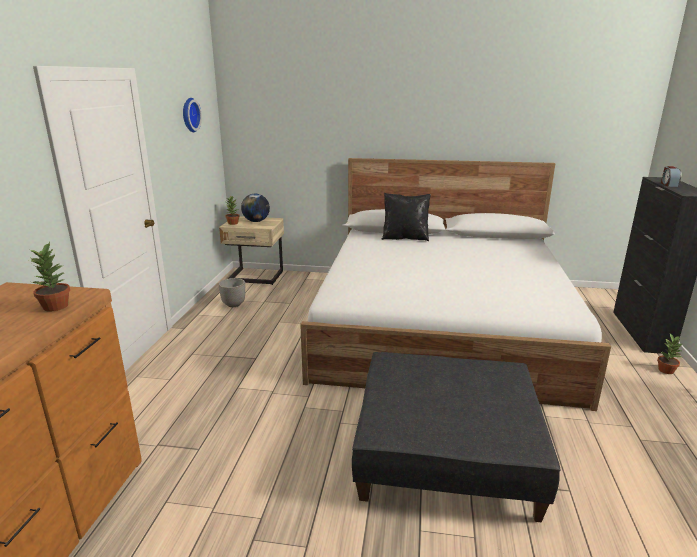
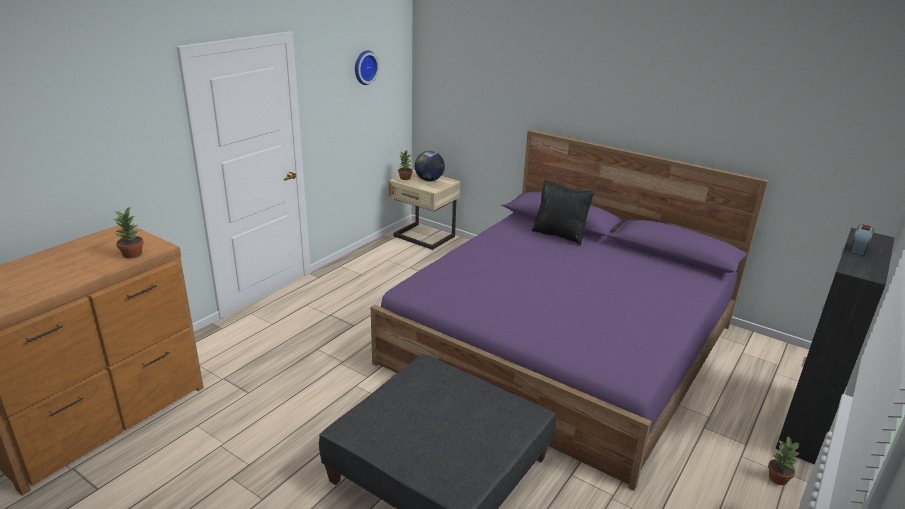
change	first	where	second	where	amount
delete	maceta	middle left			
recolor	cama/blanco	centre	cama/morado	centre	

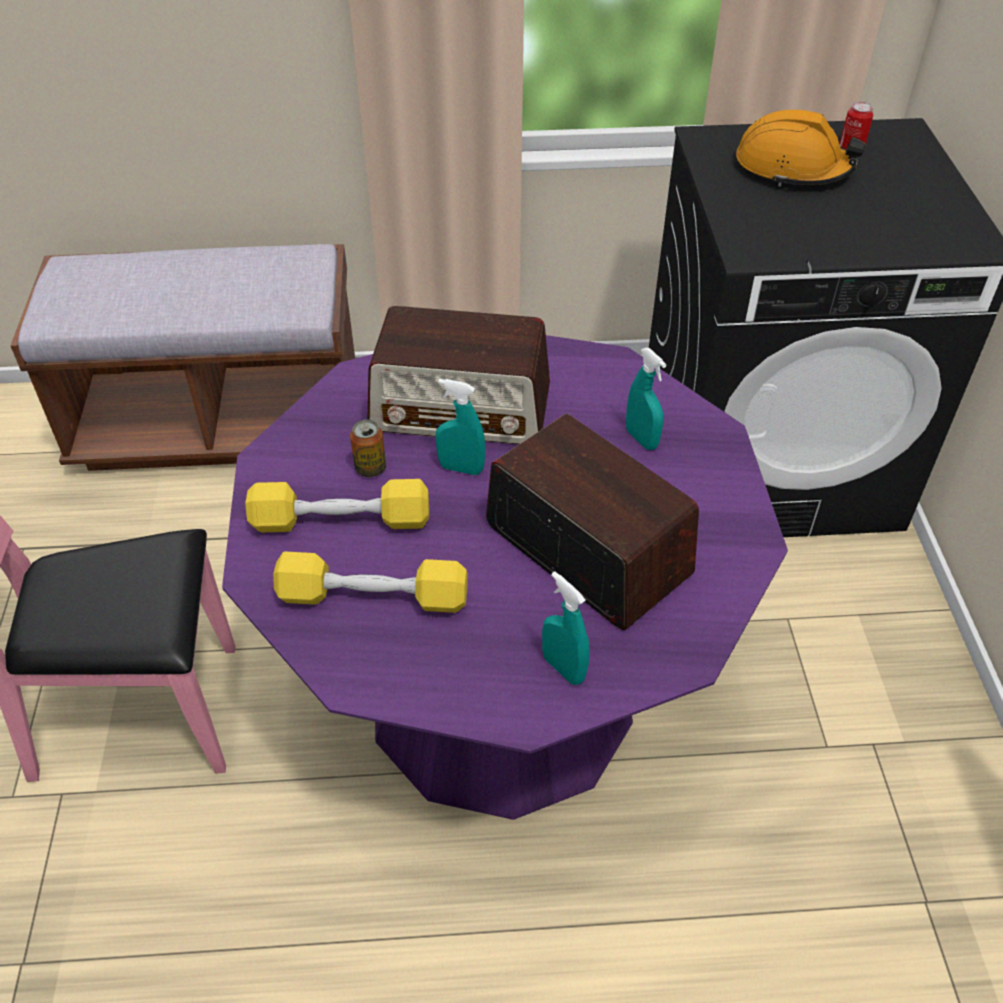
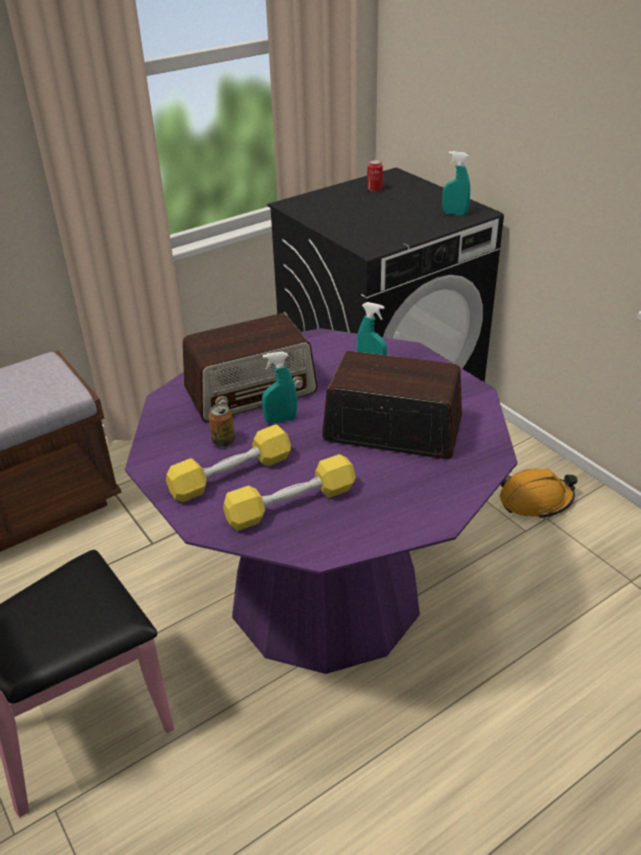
change	first	where	second	where	amount
move	pulverizador/turquesa (2nd from left in the first image)	centre	pulverizador/turquesa (3rd from left)	top right	
move	casco/naranja	top right		middle right	

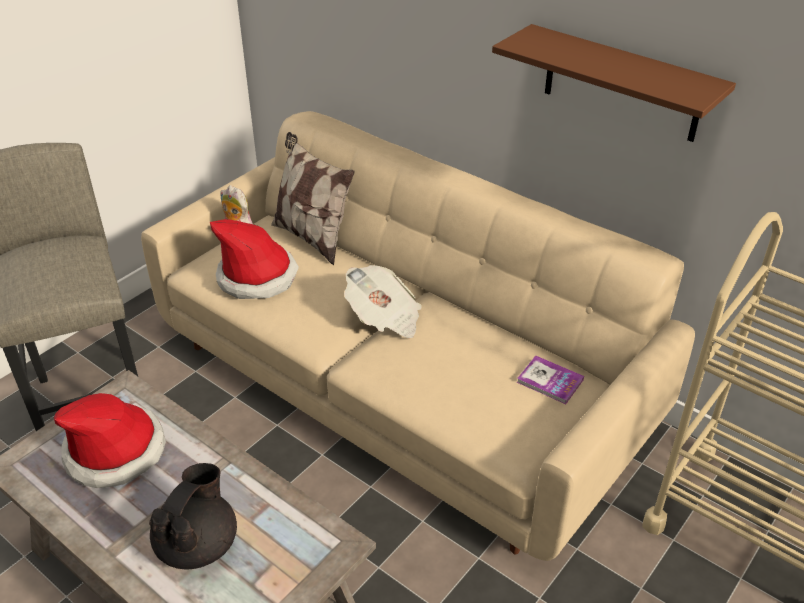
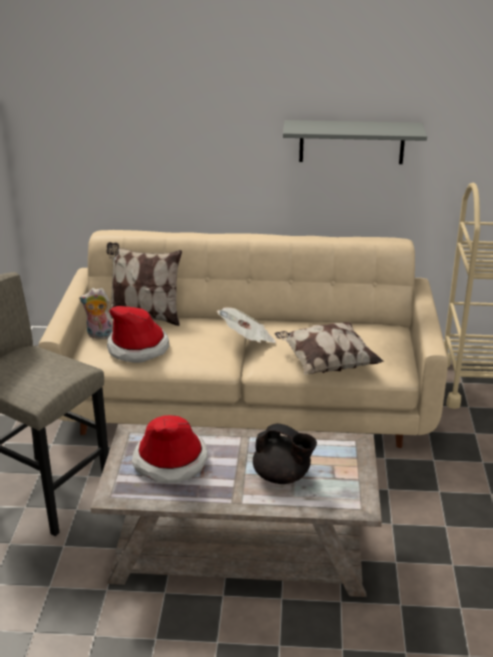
change	first	where	second	where	amount
delete	libro	middle right			
insert			cojín (2nd from left)	middle right	
recolor	estante/marrón	top right	estante/gris	top right	
rotate	tetera/negro	bottom left		bottom centre	135 degrees clockwise

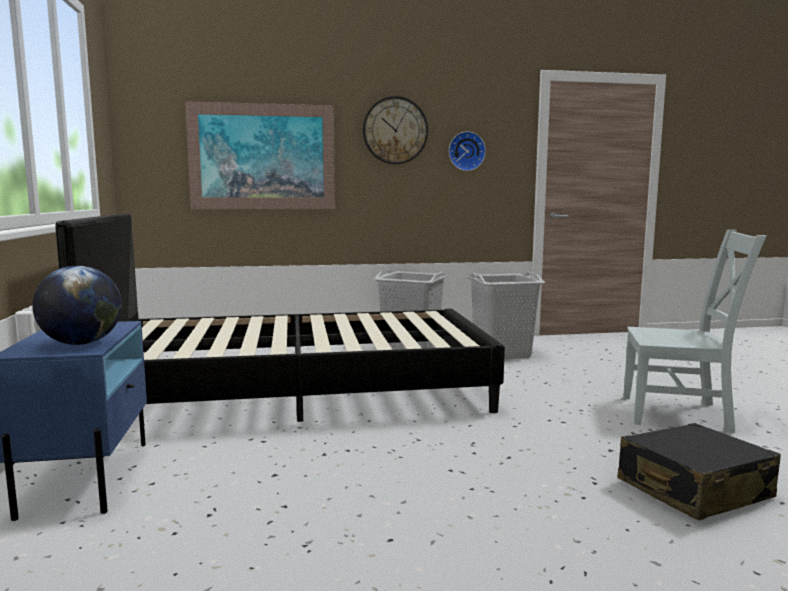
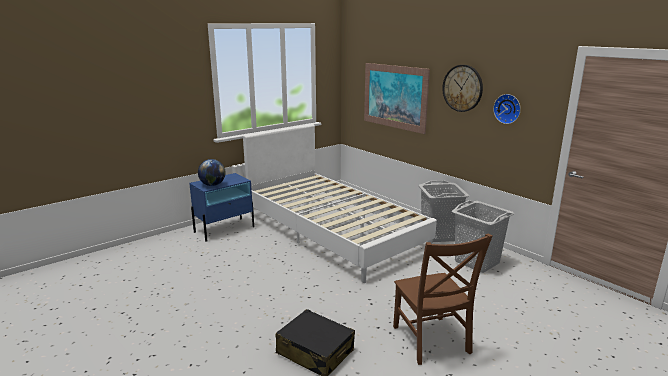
change	first	where	second	where	amount
recolor	cama/negro	centre	cama/blanco	centre	
recolor	silla/gris	middle right	silla/marrón	bottom centre	

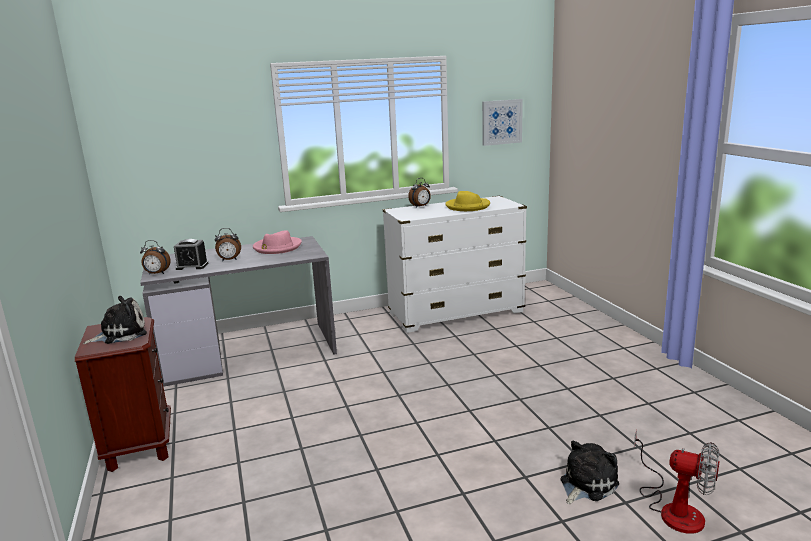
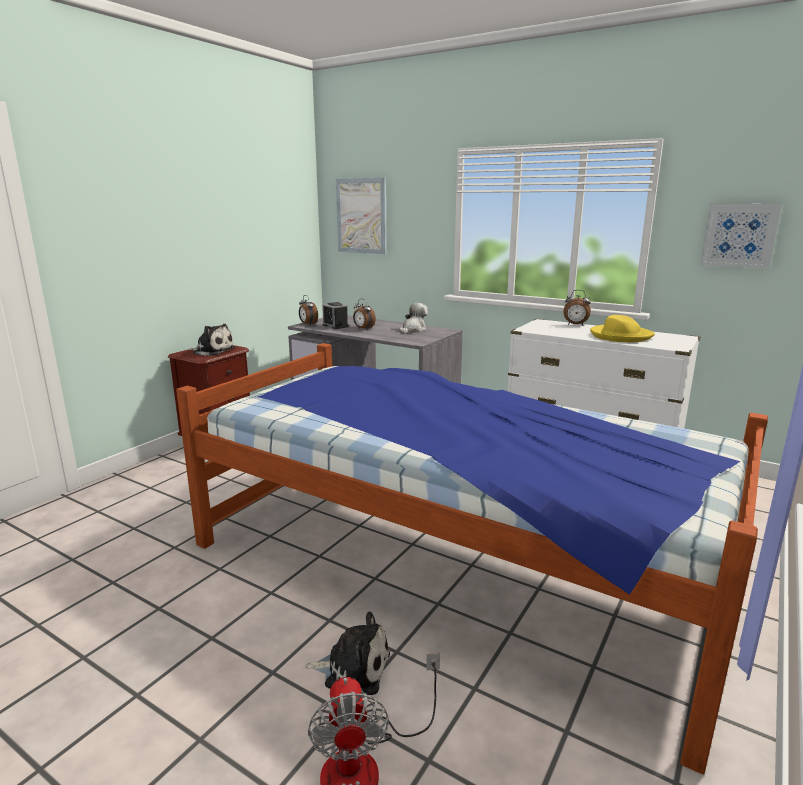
change	first	where	second	where	amount
insert			cama	bottom centre	
insert			cuadro (1st from left)	top centre	
replace	sombrero/rosa	centre	peluche (3rd from left)	centre	

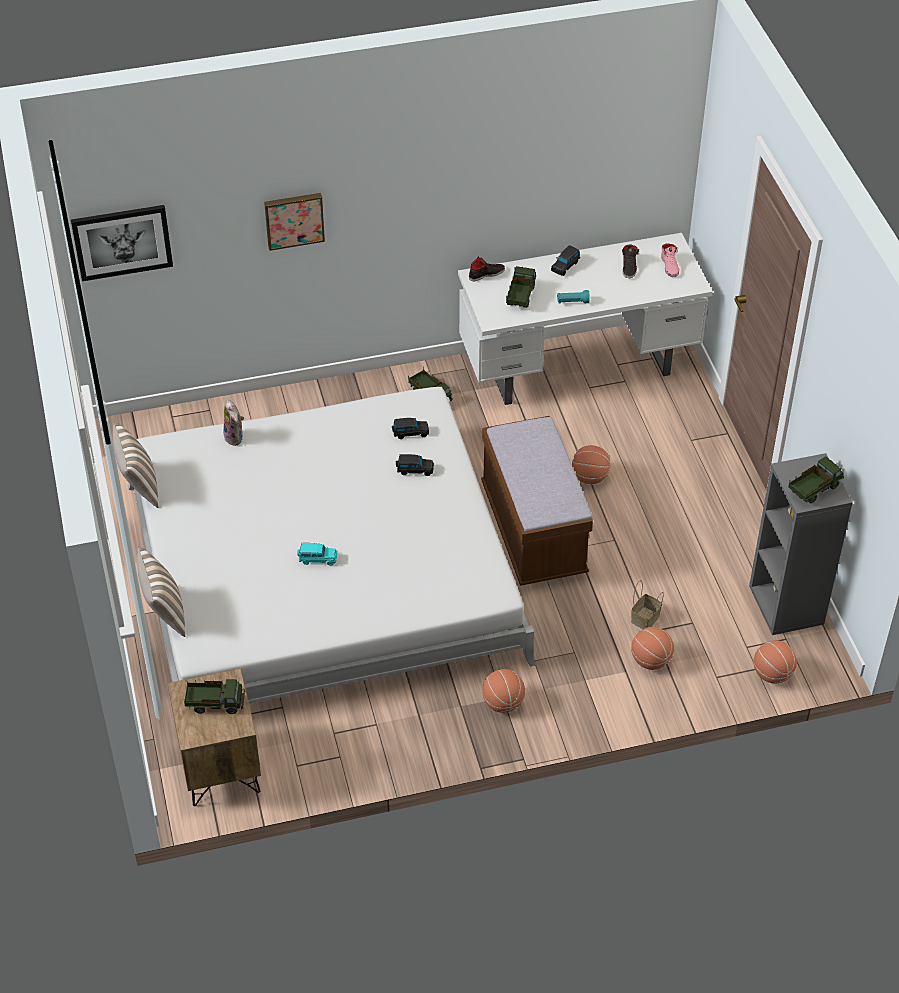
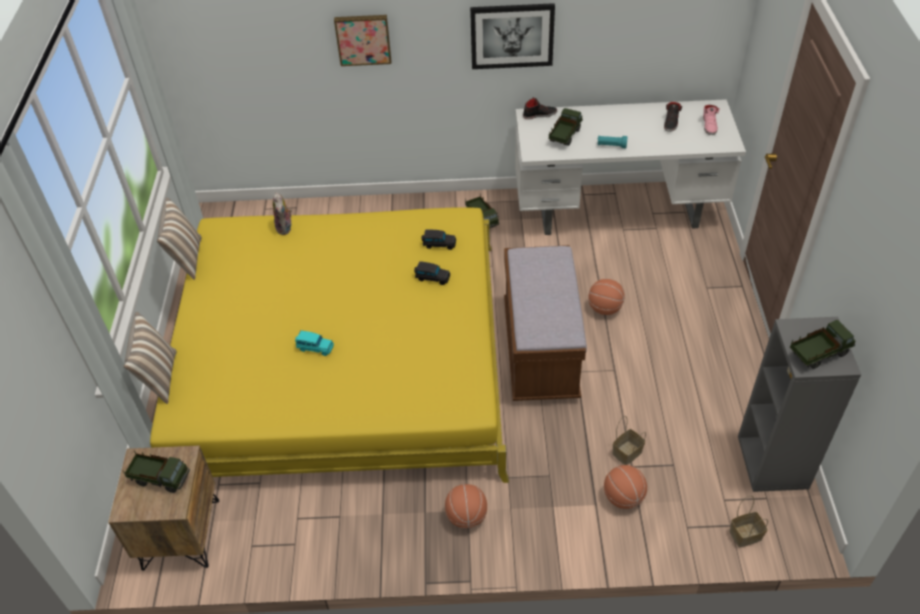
change	first	where	second	where	amount
delete	coche de juguete/negro (3rd from left)	top centre			
move	cuadro (1st from left in the first image)	top left	cuadro (2nd from left)	top centre	
replace	balón de baloncesto (4th from left)	bottom right	cesta (2nd from left)	bottom right	
recolor	cama/blanco	centre	cama/amarillo	centre	

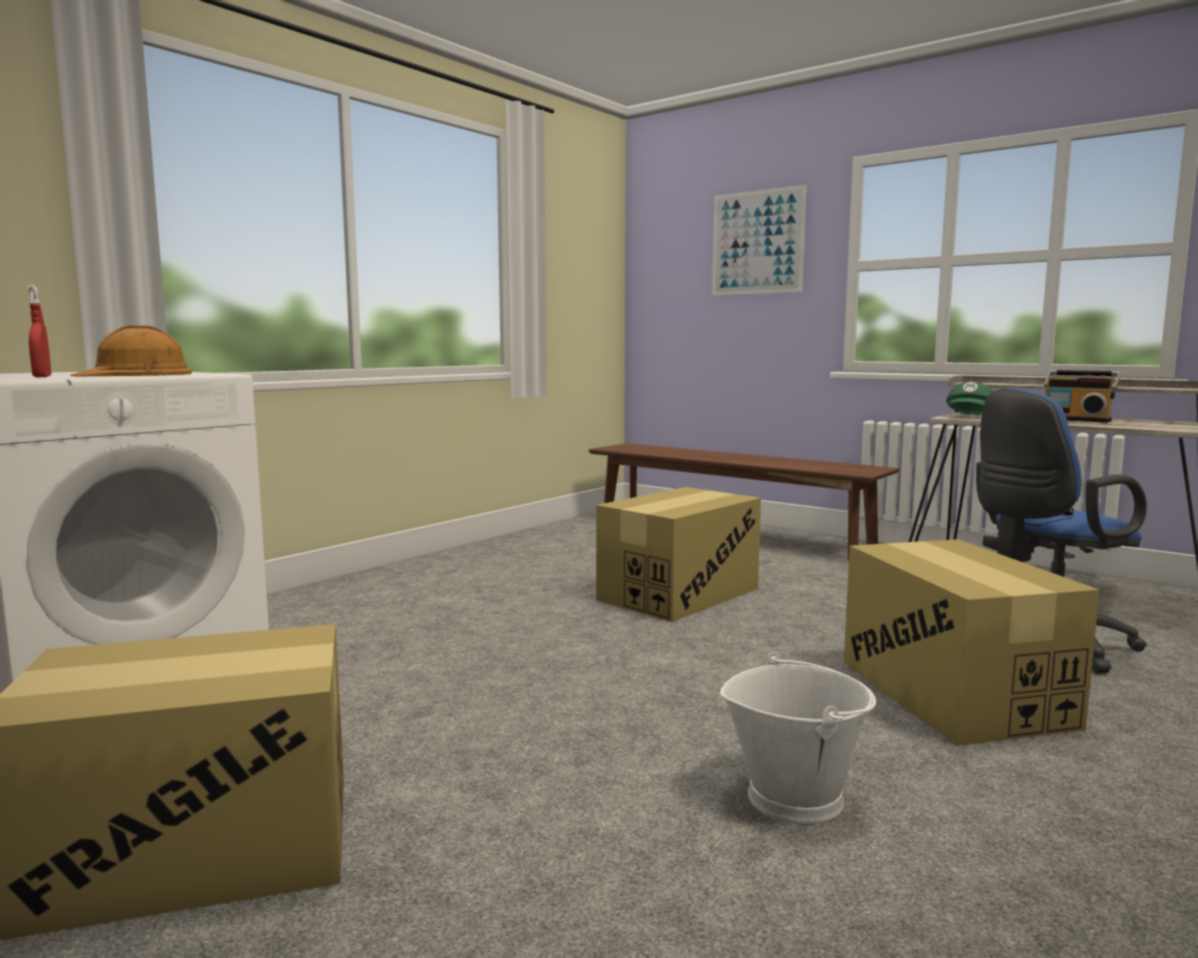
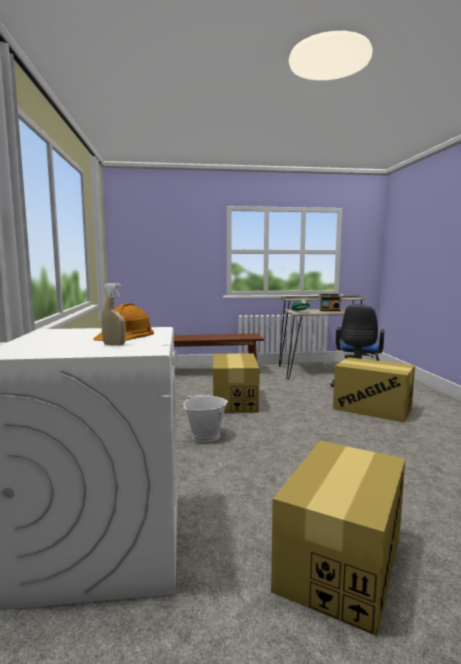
change	first	where	second	where	amount
delete	cuadro	top centre			
move	cubo/blanco	bottom centre		centre	
recolor	pulverizador/rojo	middle left	pulverizador/beis	middle left	

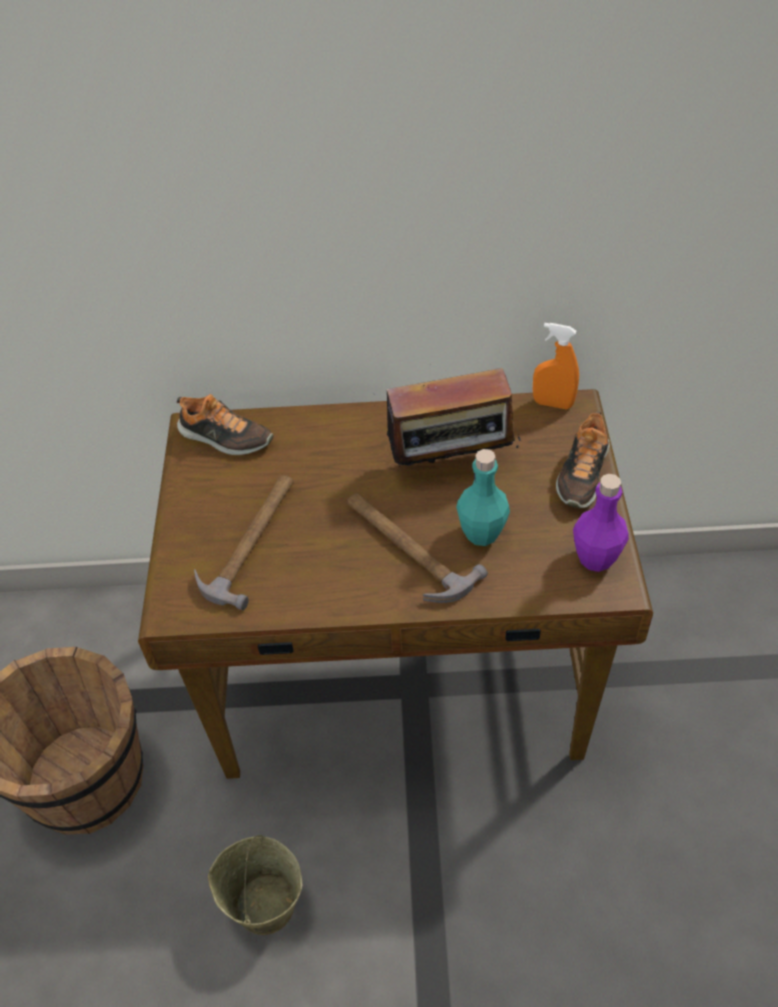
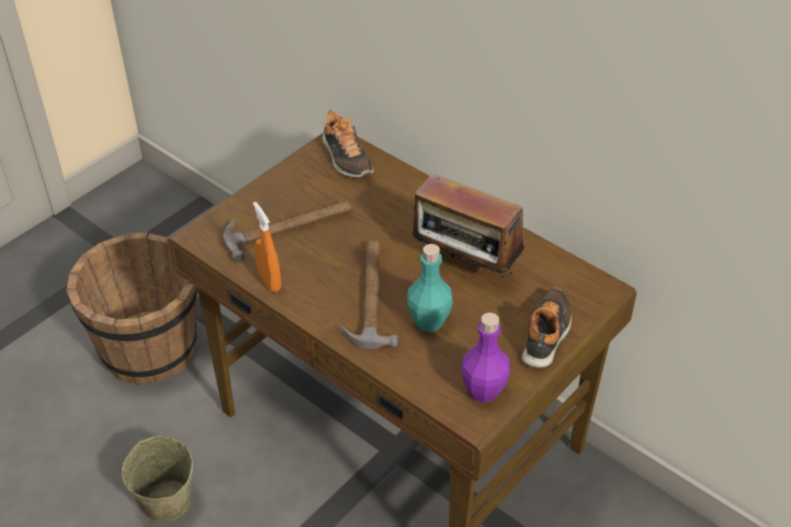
change	first	where	second	where	amount
move	pulverizador/naranja	middle right		centre	
rotate	zapato (2nd from left)	middle right		middle right	135 degrees clockwise

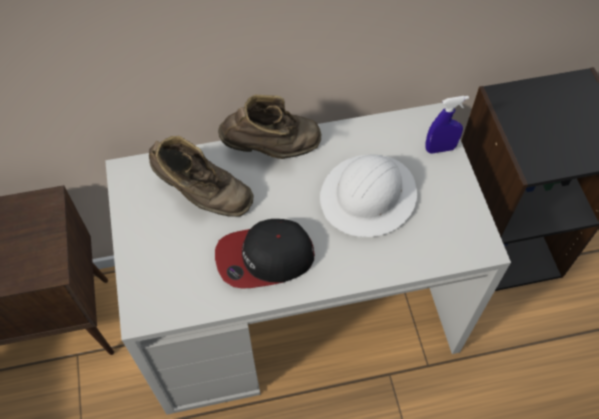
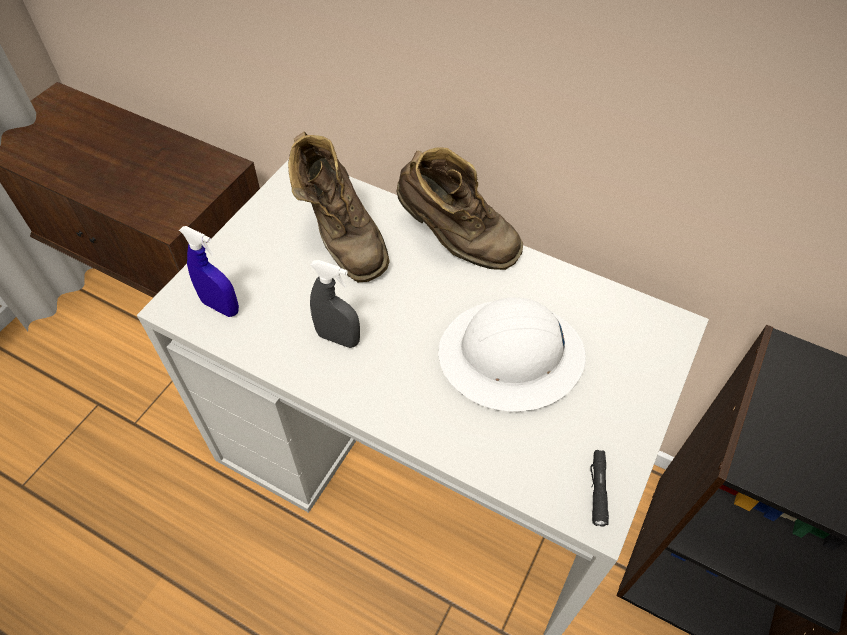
change	first	where	second	where	amount
insert			linterna/negro	bottom right	
move	pulverizador/azul	top right		middle left	
replace	gorra	centre	pulverizador/gris	centre	

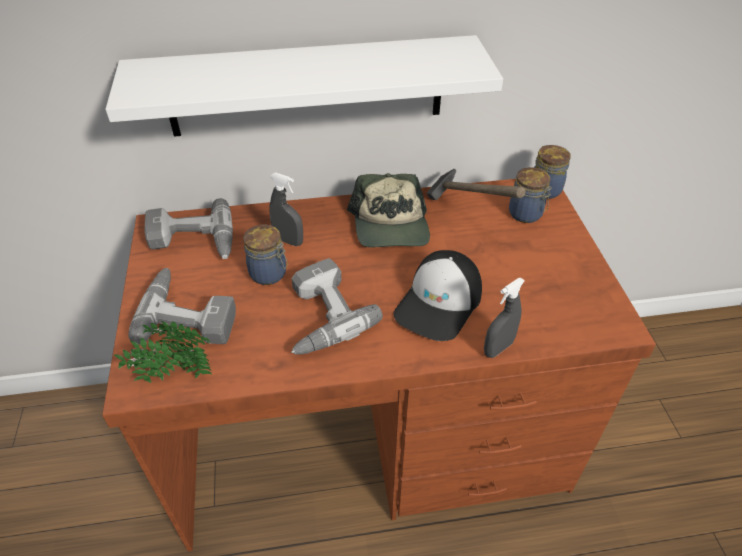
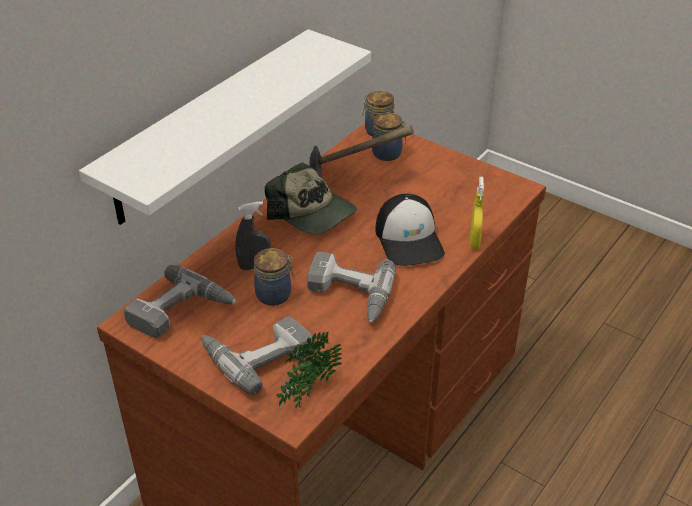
change	first	where	second	where	amount
recolor	pulverizador/gris (2nd from left)	middle right	pulverizador/amarillo	middle right	

